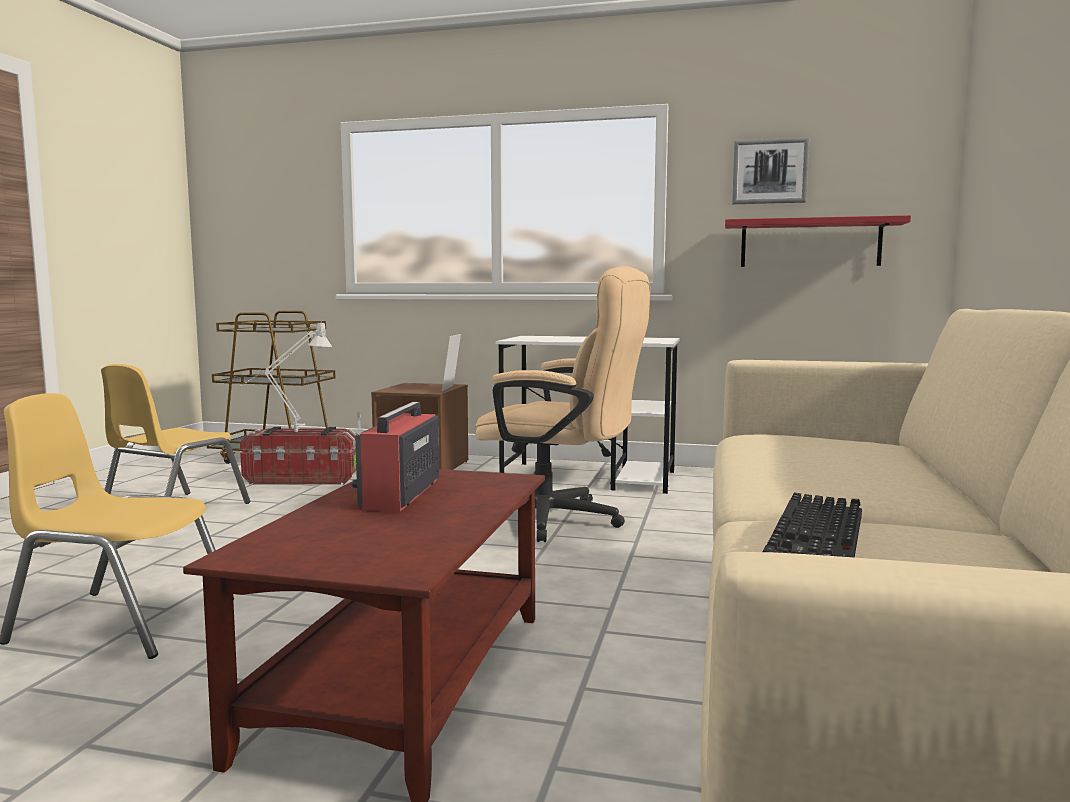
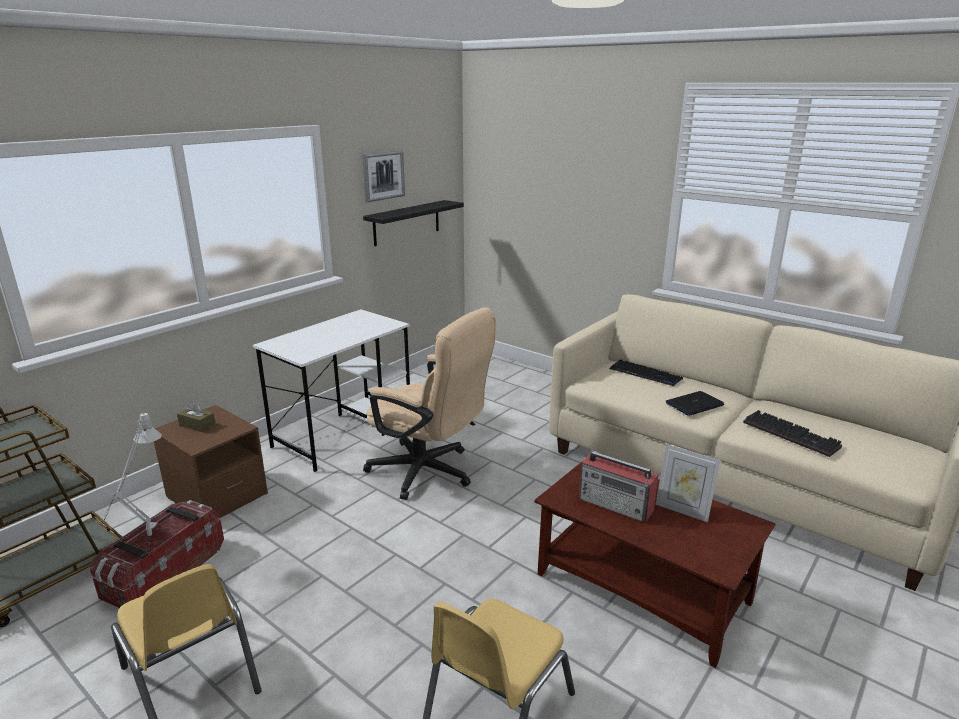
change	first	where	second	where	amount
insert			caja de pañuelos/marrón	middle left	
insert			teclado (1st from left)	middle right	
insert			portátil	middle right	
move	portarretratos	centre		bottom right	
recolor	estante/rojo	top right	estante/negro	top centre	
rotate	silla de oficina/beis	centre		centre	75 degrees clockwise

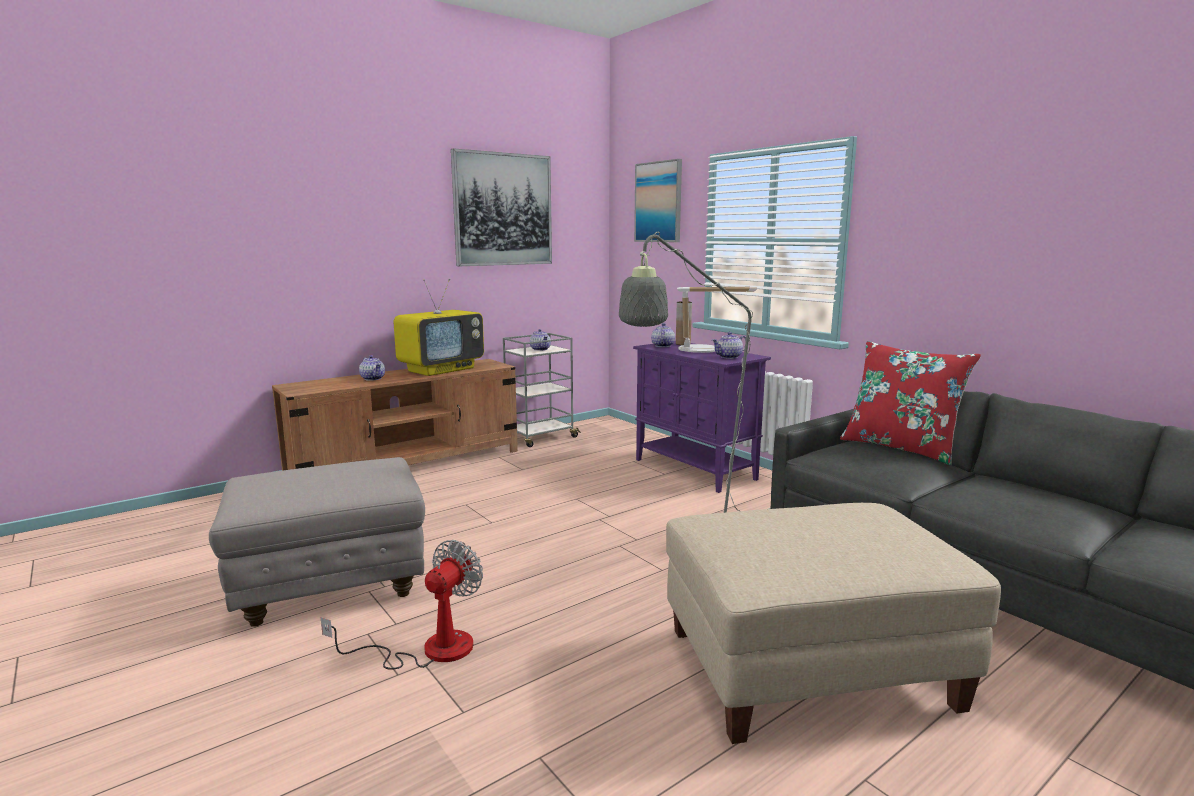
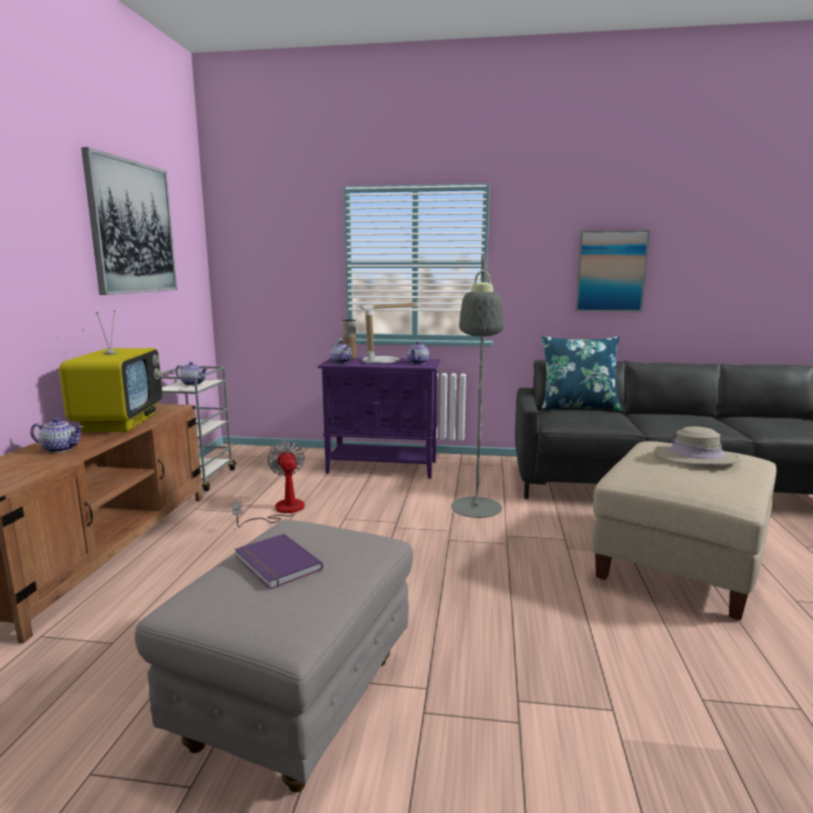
change	first	where	second	where	amount
insert			libro/morado	bottom centre	
insert			sombrero/beis	middle right	
move	ventilador	bottom centre		middle left	
move	cuadro (2nd from left)	top centre		middle right	
recolor	cojín/rojo	middle right	cojín/azul	middle right	

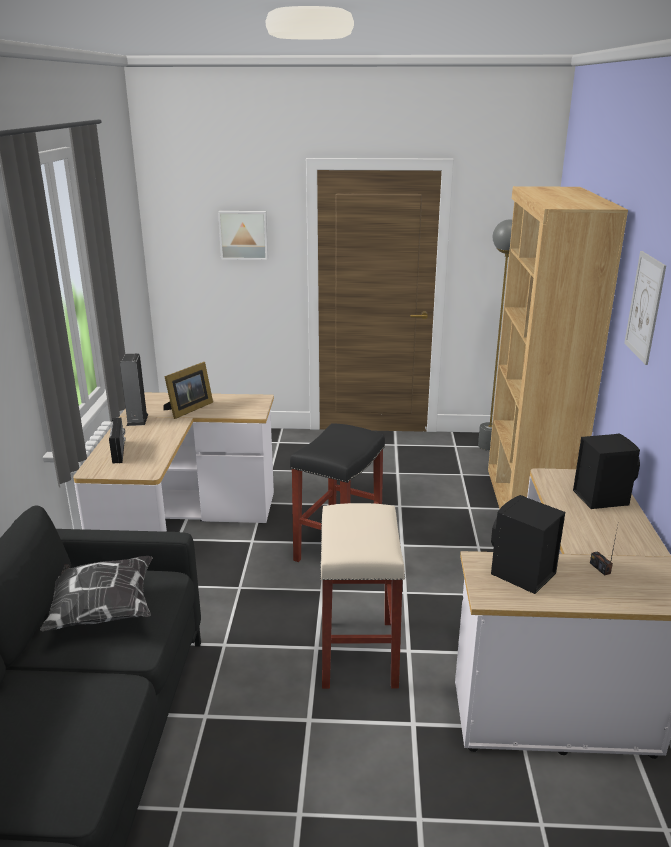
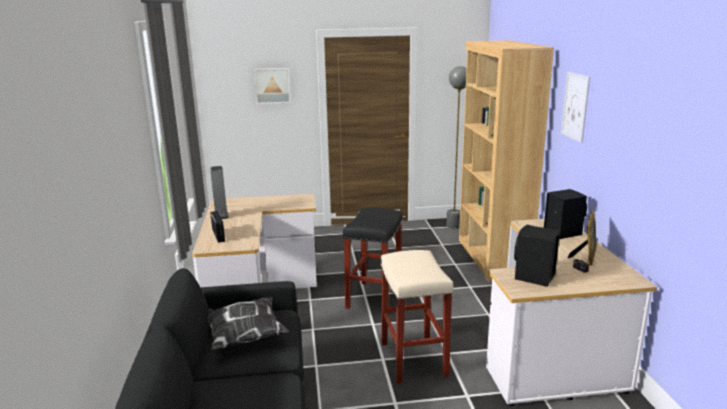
change	first	where	second	where	amount
move	portarretratos	middle left		middle right	

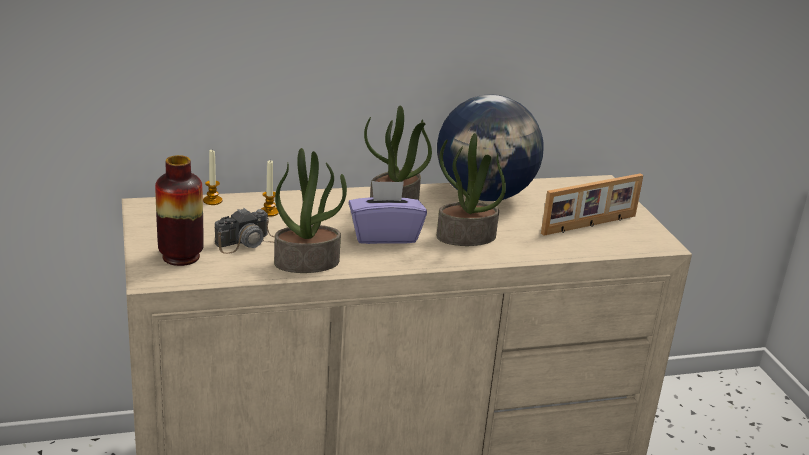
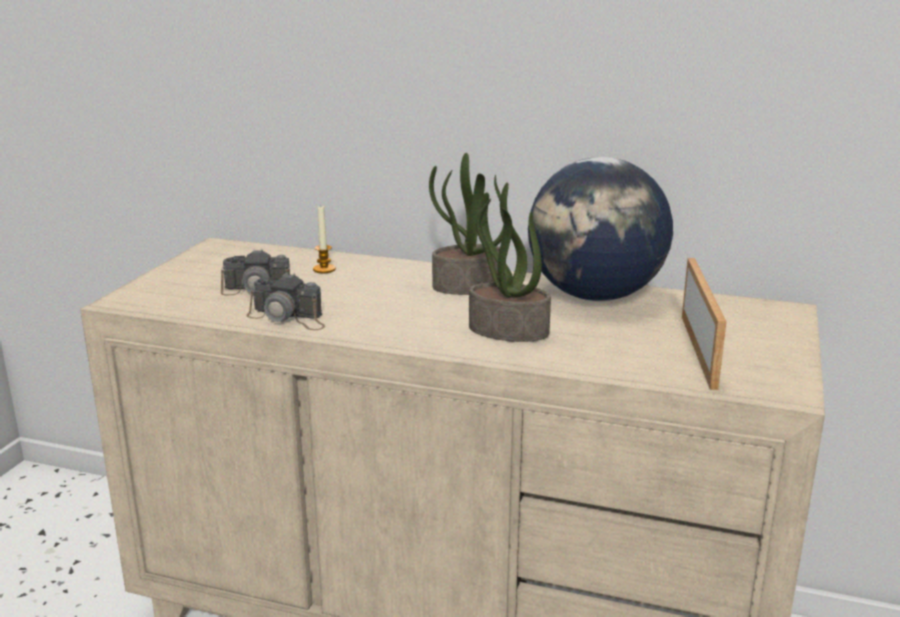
change	first	where	second	where	amount
delete	florero	middle left			
delete	vela (1st from left)	middle left			
delete	caja de pañuelos/morado	centre			
replace	planta en maceta (1st from left)	centre	cámara (2nd from left)	middle left	
rotate	portarretratos	middle right		middle right	90 degrees counterclockwise

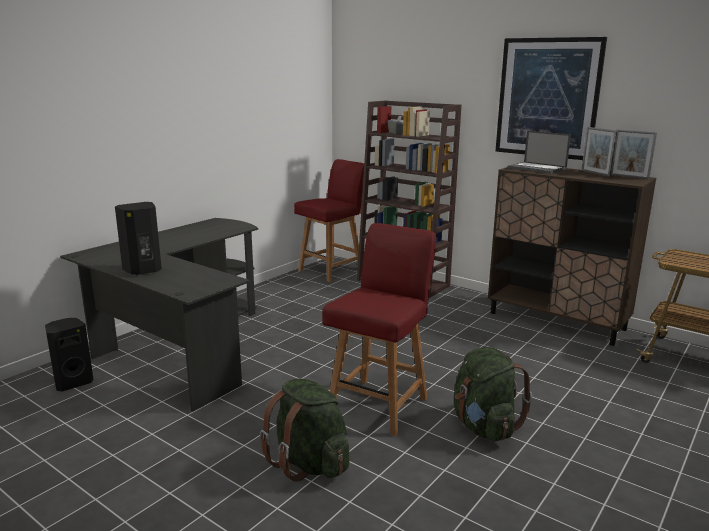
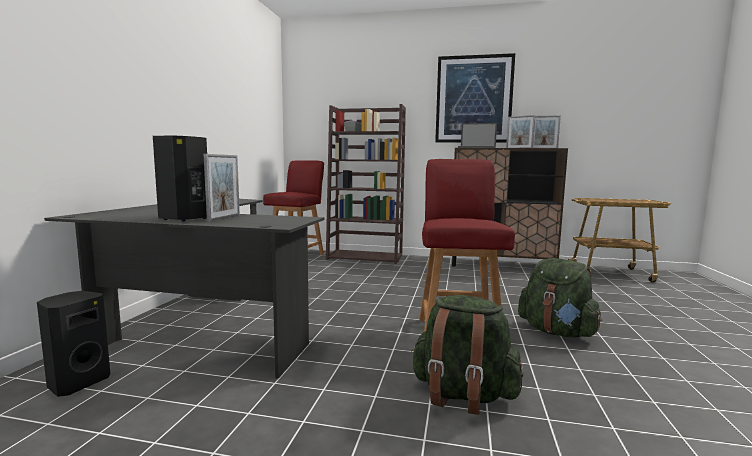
change	first	where	second	where	amount
insert			portarretratos (1st from left)	middle left	

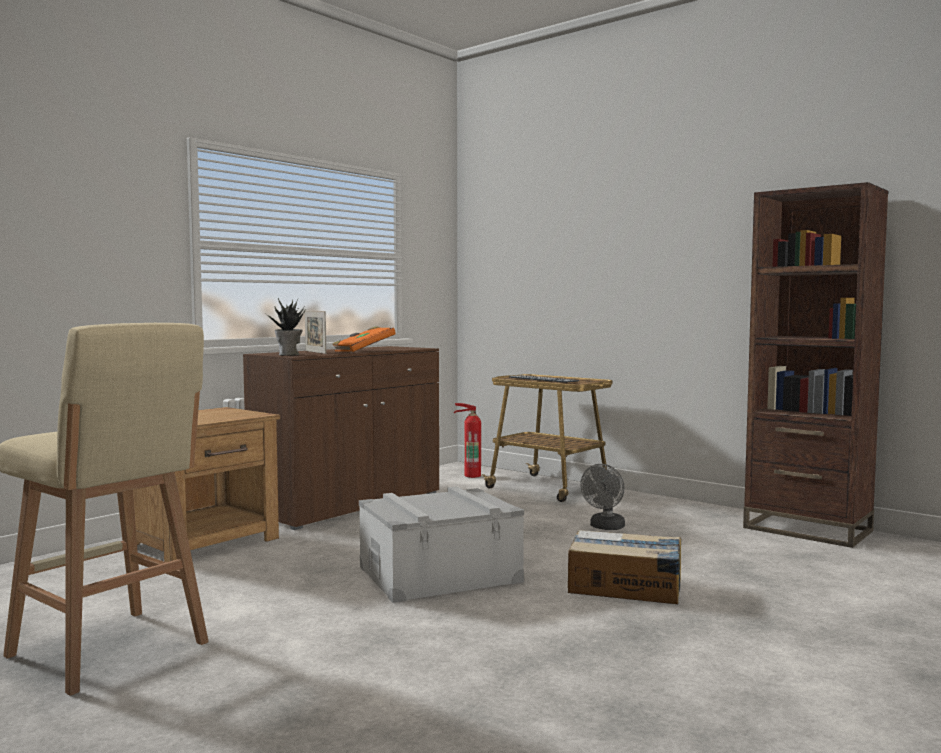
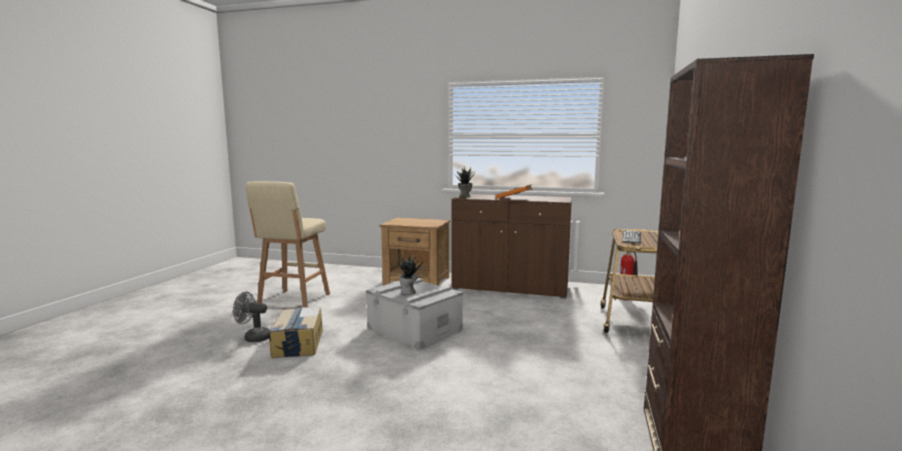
change	first	where	second	where	amount
delete	portarretratos	centre			
insert			planta en maceta (1st from left)	centre	
move	caja de cartón	bottom centre		bottom left	
move	ventilador/gris	centre		bottom left	

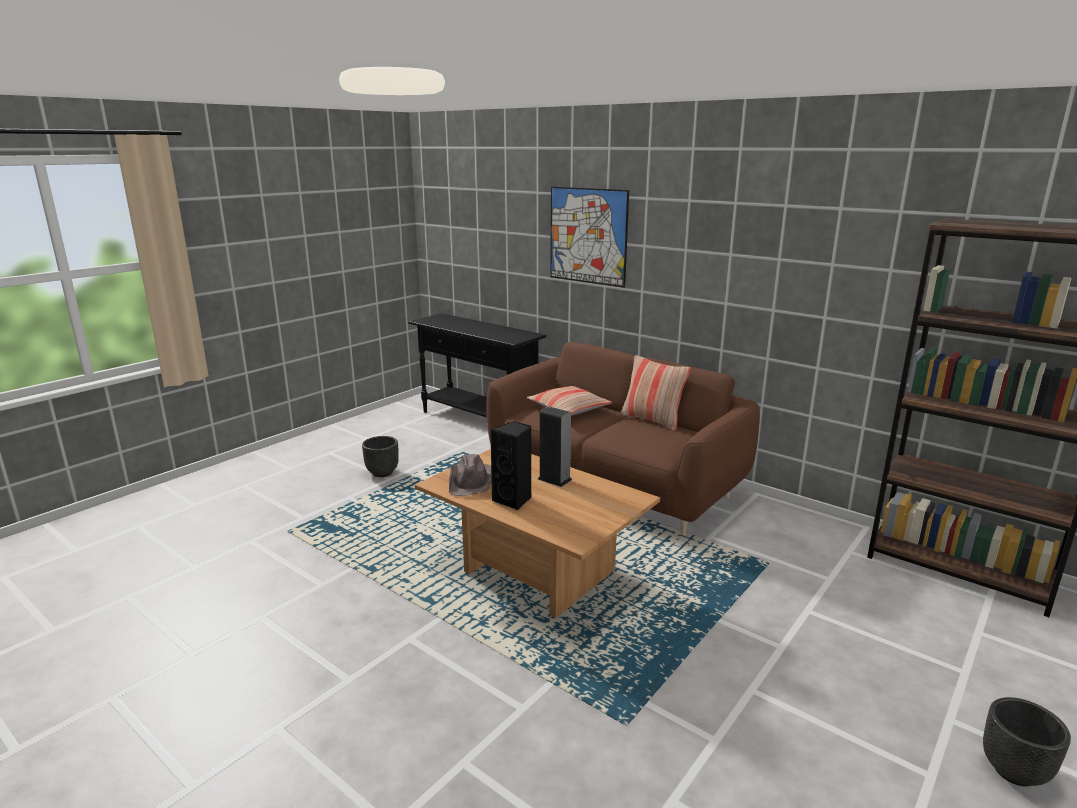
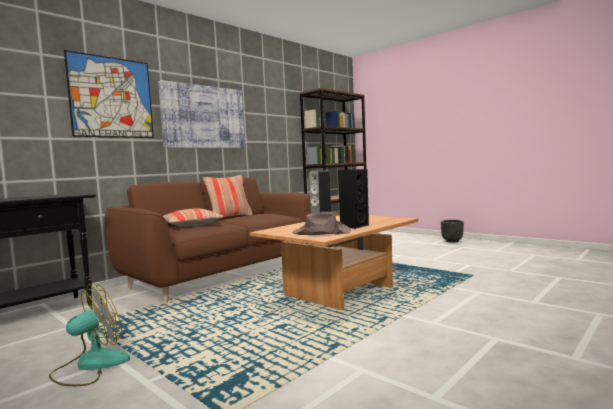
change	first	where	second	where	amount
insert			cuadro (2nd from left)	top left	
replace	maceta/negro (1st from left)	centre	ventilador	bottom left	

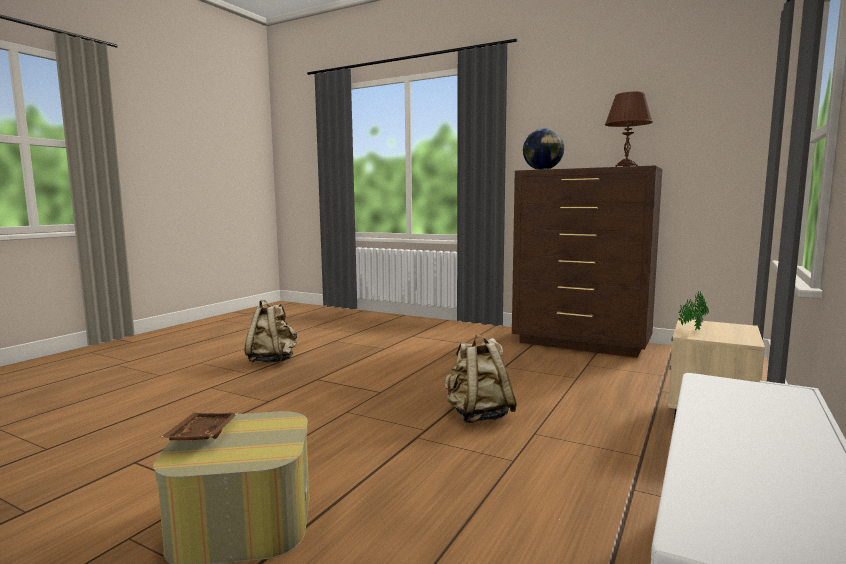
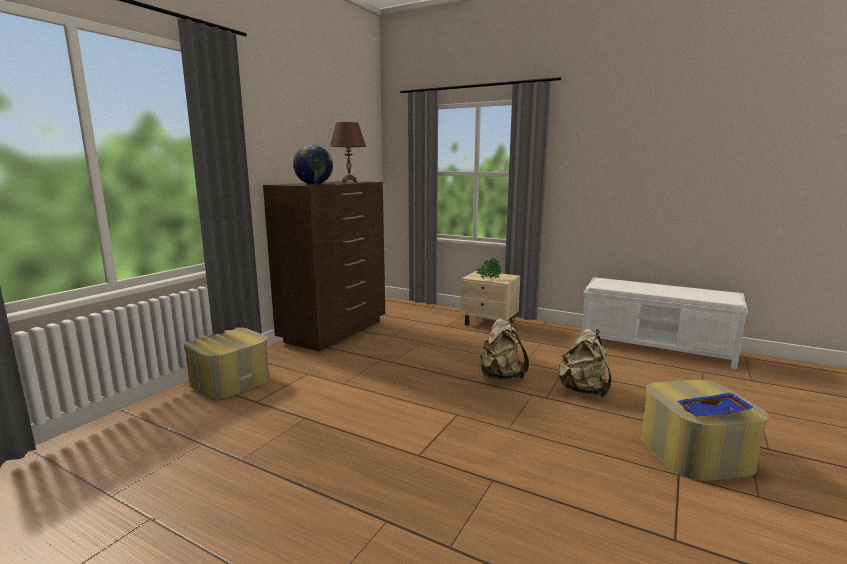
change	first	where	second	where	amount
insert			puf (1st from left)	middle left	
move	mochila/beis (1st from left in the first image)	middle left	mochila/beis (2nd from left)	middle right	
recolor	bandeja/marrón	bottom left	bandeja/azul	bottom right	

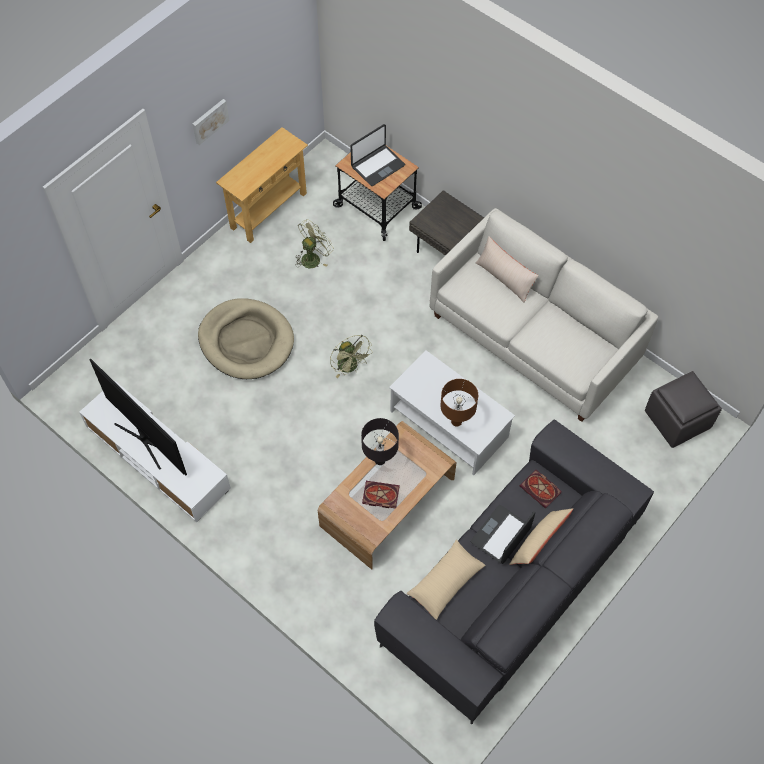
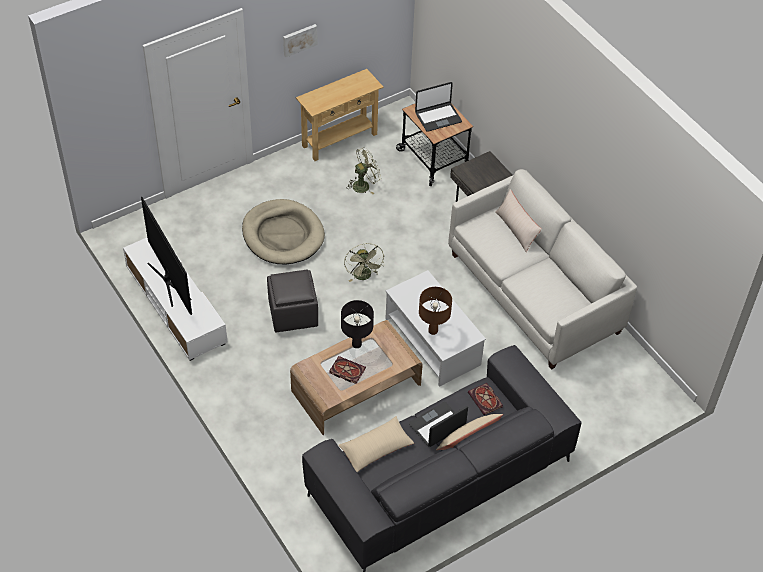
change	first	where	second	where	amount
move	puf/gris	middle right		centre	

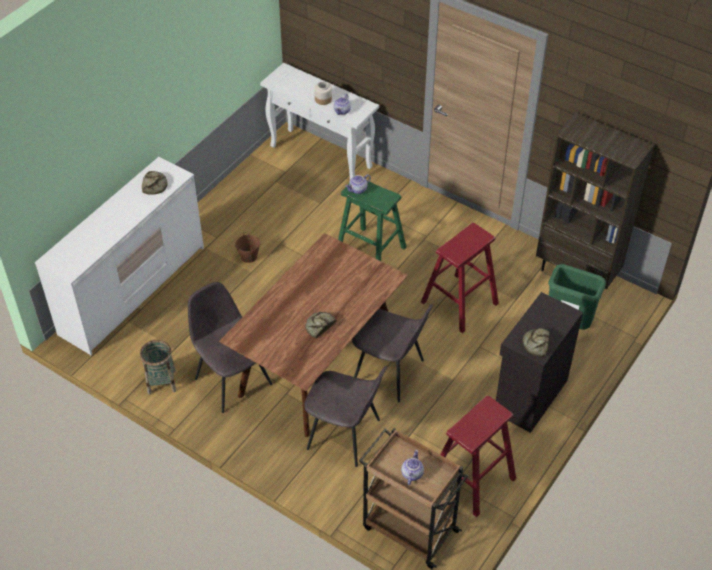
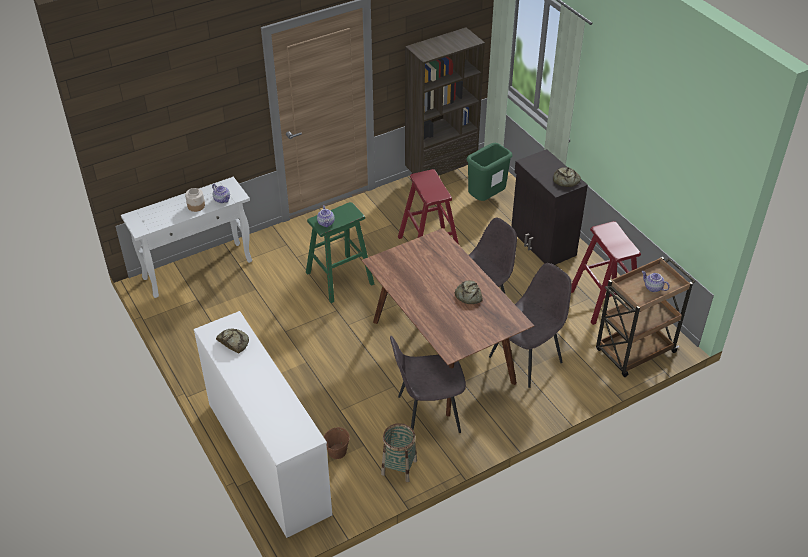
change	first	where	second	where	amount
move	cubo/marrón	centre		bottom centre	

